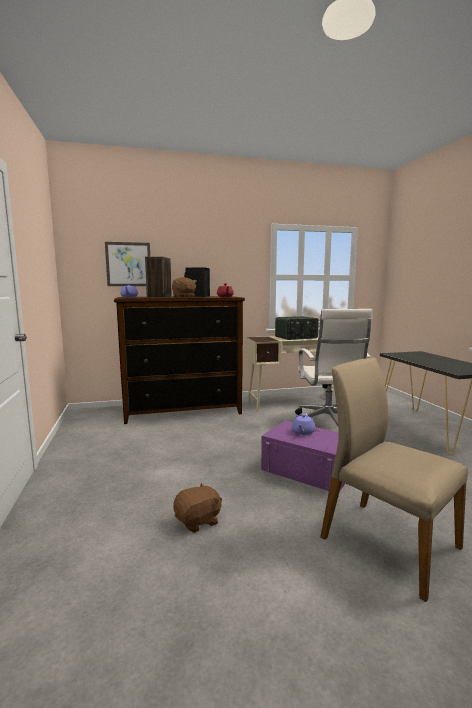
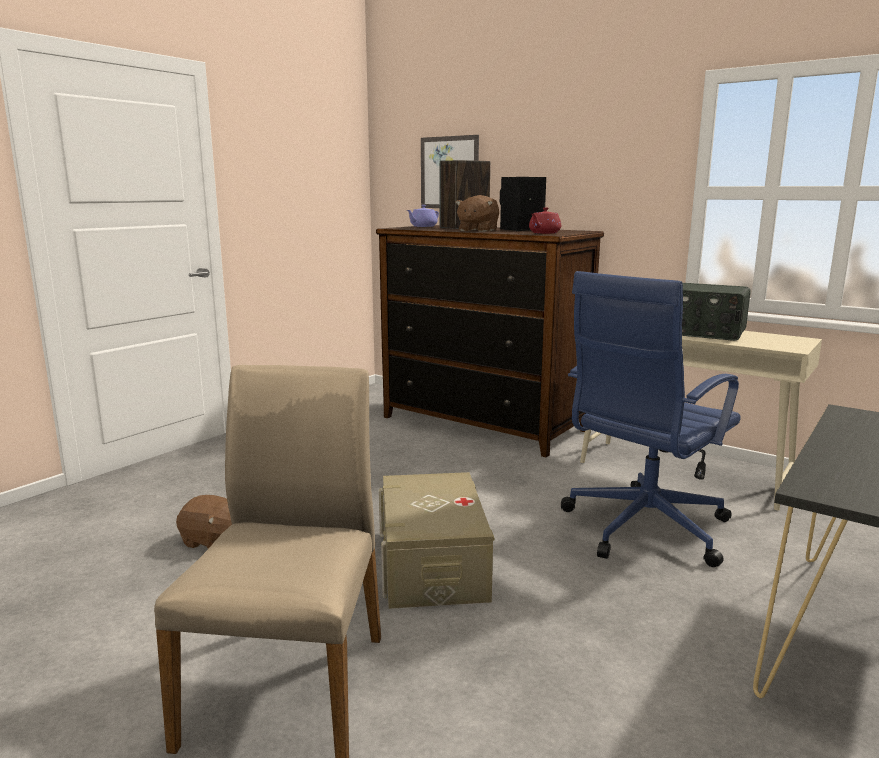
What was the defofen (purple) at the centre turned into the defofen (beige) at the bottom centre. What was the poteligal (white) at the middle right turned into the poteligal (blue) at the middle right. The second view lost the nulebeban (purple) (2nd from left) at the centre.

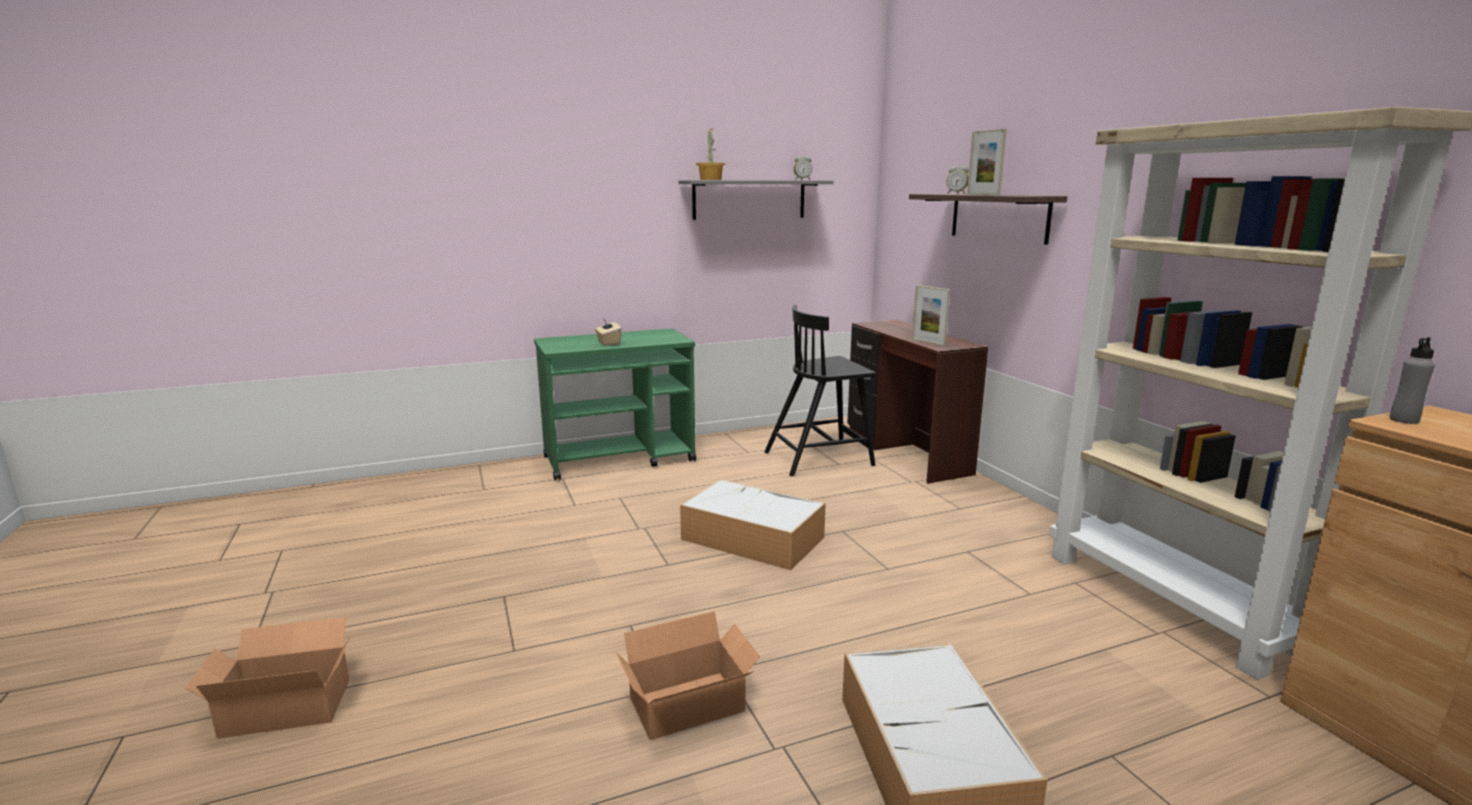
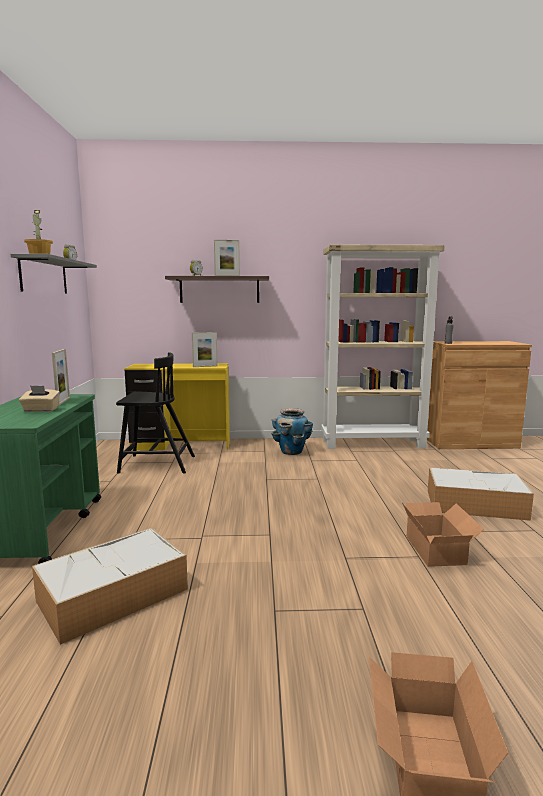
The defofen (1st from left) ended up elsewhere, having gone from the centre to the bottom left. The second view gained the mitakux (1st from left) at the middle left. The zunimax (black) at the centre ended up facing another way, 90 degrees counterclockwise from before. What was the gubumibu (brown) at the centre turned into the gubumibu (yellow) at the middle left. The second view gained the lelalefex at the centre.

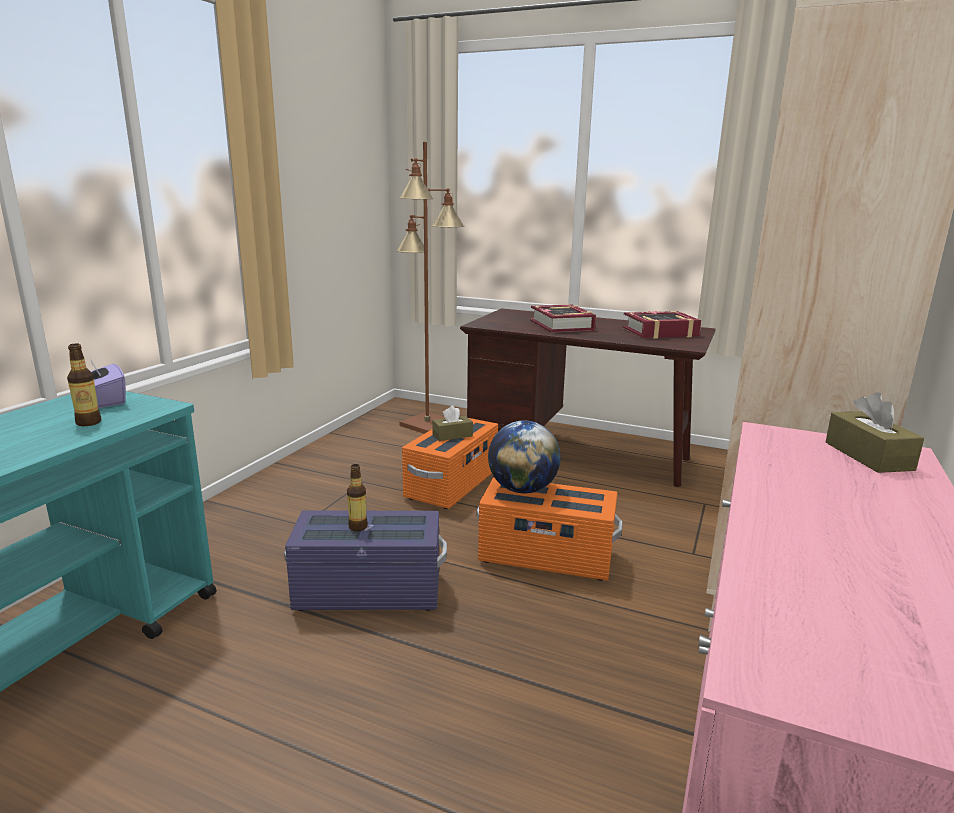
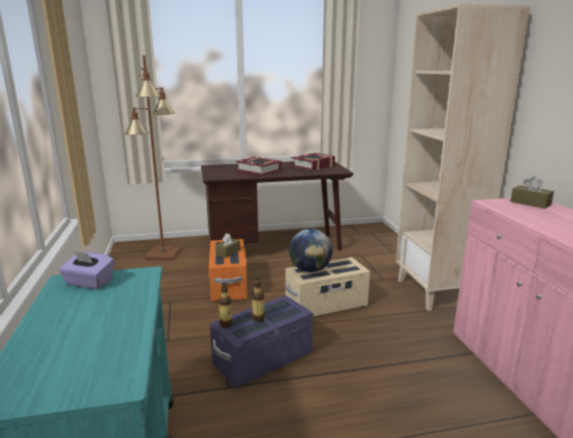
The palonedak (1st from left) ended up elsewhere, having gone from the middle left to the bottom centre. What was the defofen (orange) (2nd from left) at the centre turned into the defofen (beige) at the centre.

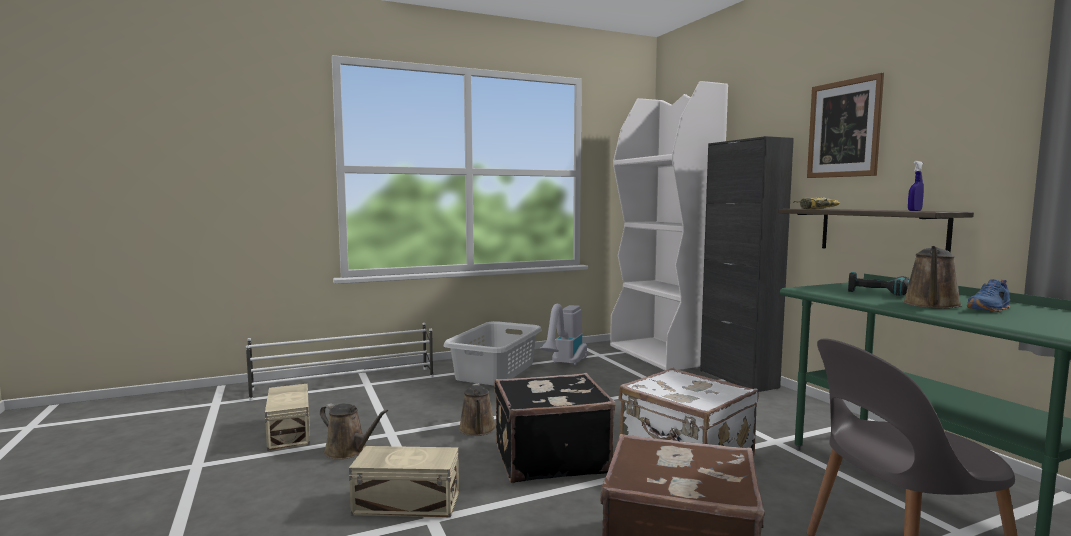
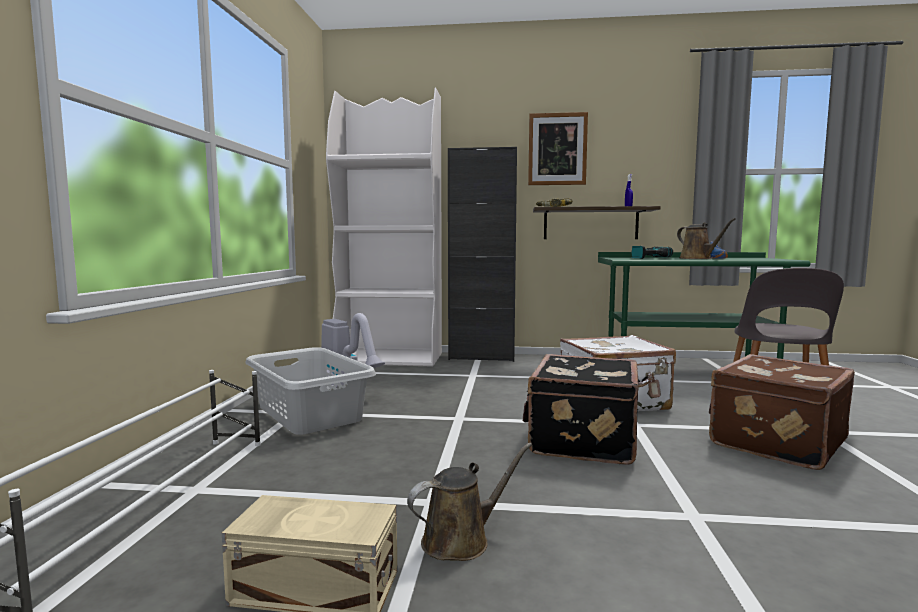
The second view lost the defofen (beige) (2nd from left) at the bottom centre. The second view lost the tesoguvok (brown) (2nd from left) at the bottom centre.

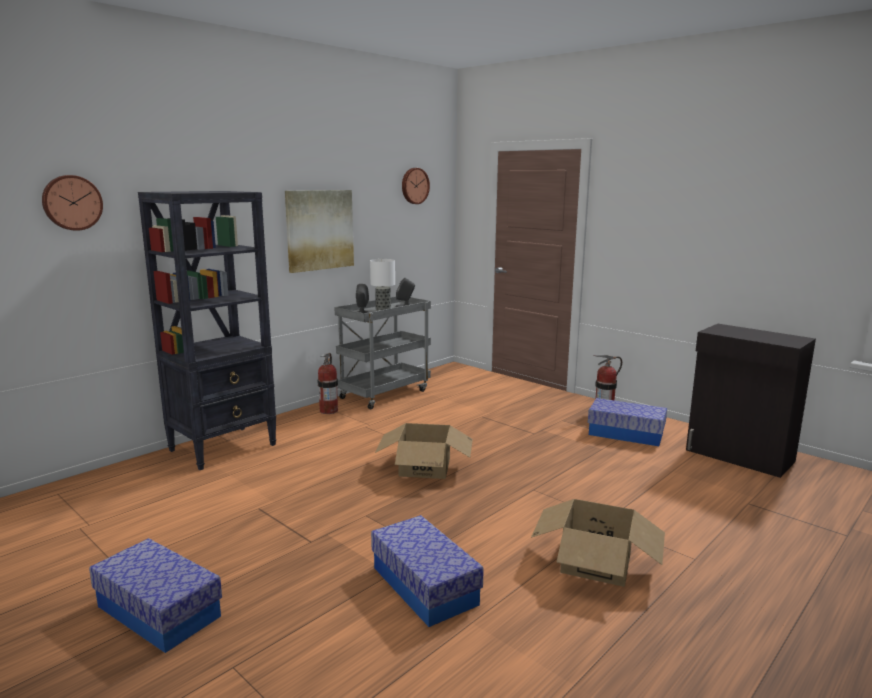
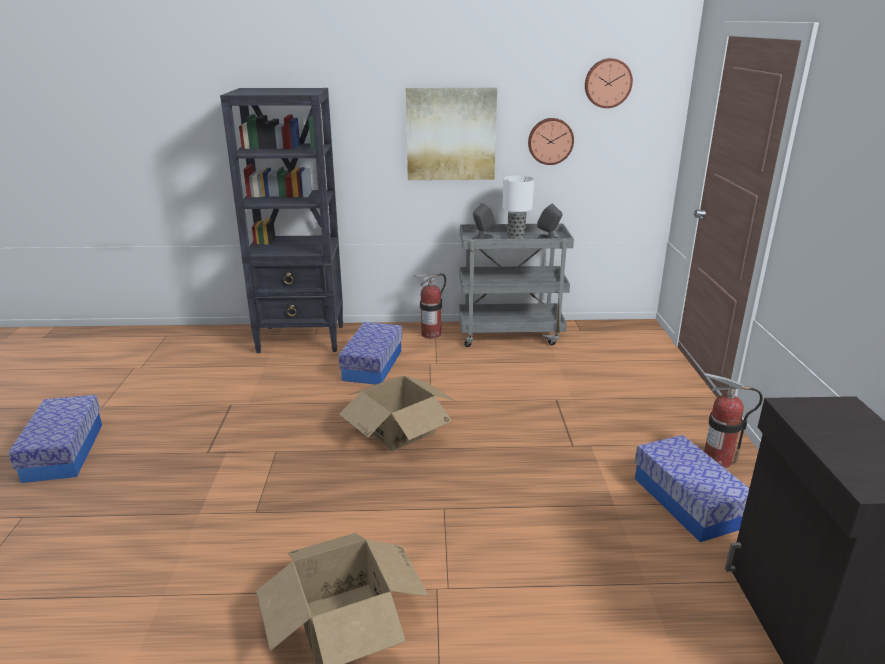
The defofen (2nd from left) ended up elsewhere, having gone from the bottom centre to the centre. The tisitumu (1st from left) ended up elsewhere, having gone from the top left to the top centre.

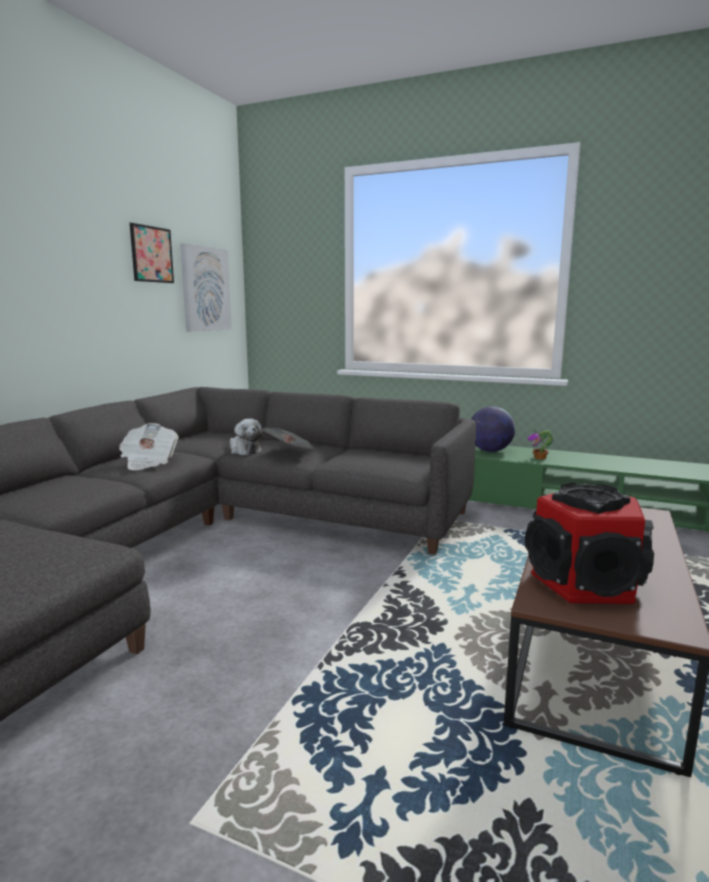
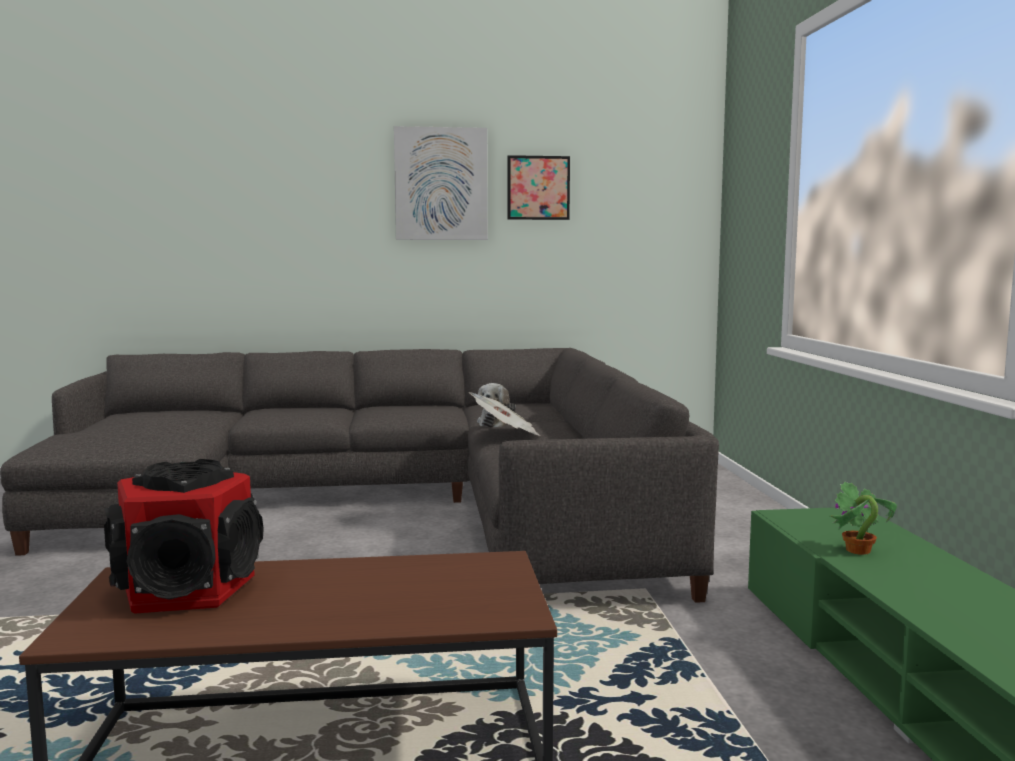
The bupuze (2nd from left in the first image) ended up elsewhere, having gone from the top left to the top centre. The second view lost the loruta (1st from left) at the middle left. The second view lost the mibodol at the middle right.

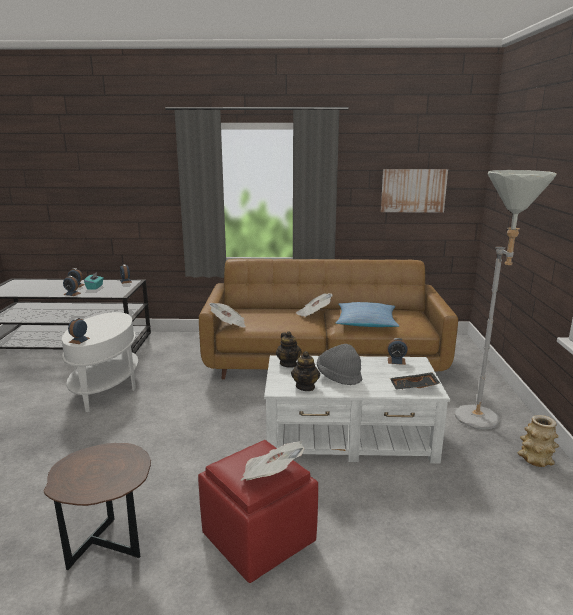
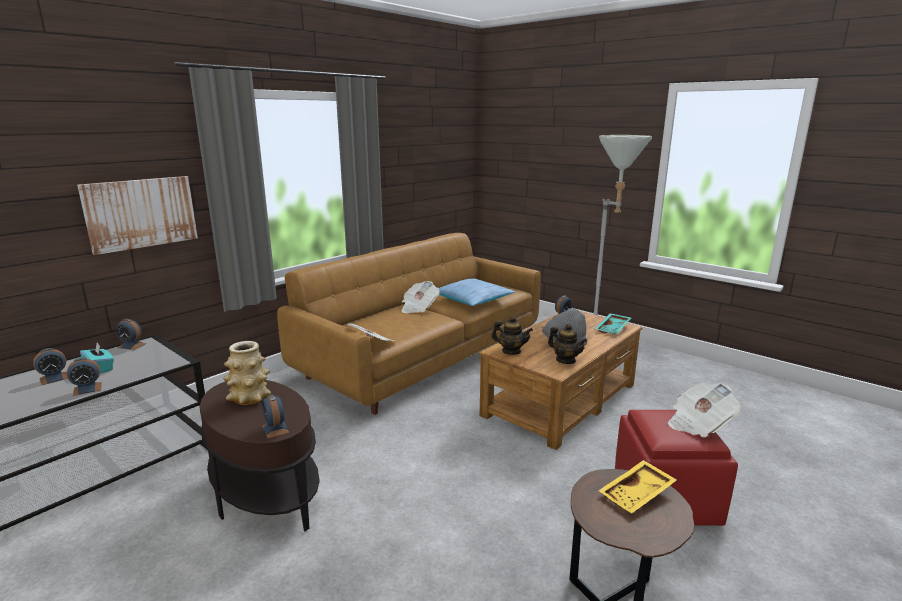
The bupuze ended up elsewhere, having gone from the top right to the middle left. What was the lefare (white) at the middle left turned into the lefare (brown) (1st from left) at the bottom left. The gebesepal ended up elsewhere, having gone from the bottom right to the middle left. What was the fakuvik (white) at the centre turned into the fakuvik (brown) at the centre. What was the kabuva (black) at the middle right turned into the kabuva (turquoise) at the middle right. The second view gained the kabuva (yellow) at the bottom right.

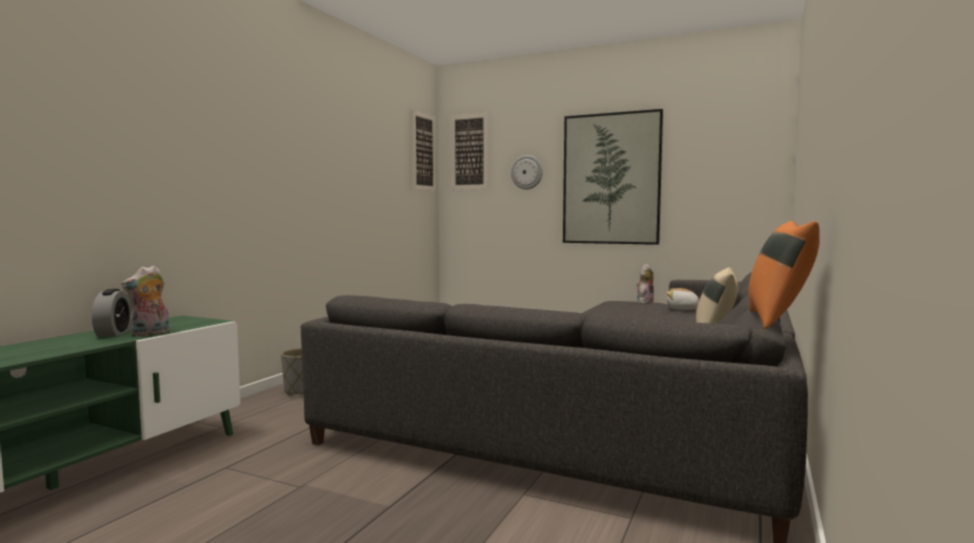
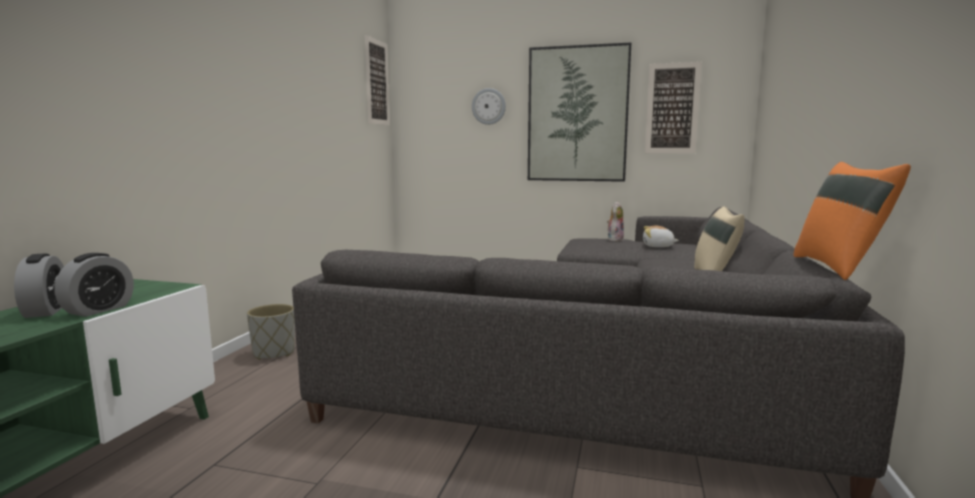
Where the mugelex (1st from left) stood at the middle left, the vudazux (2nd from left) came to stand at the middle left. The bupuze (2nd from left in the first image) ended up elsewhere, having gone from the top centre to the top right.

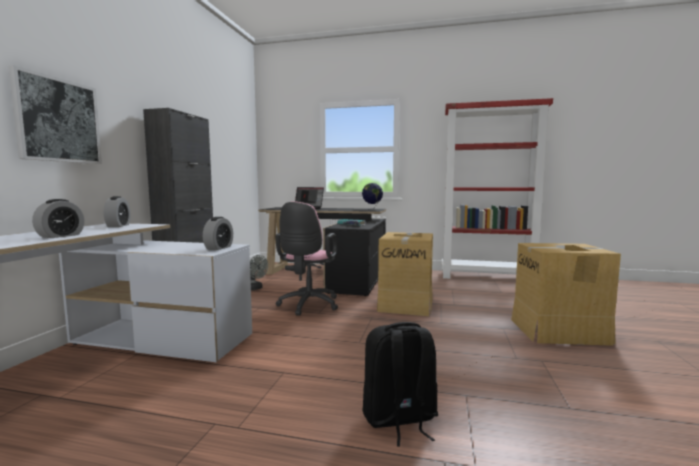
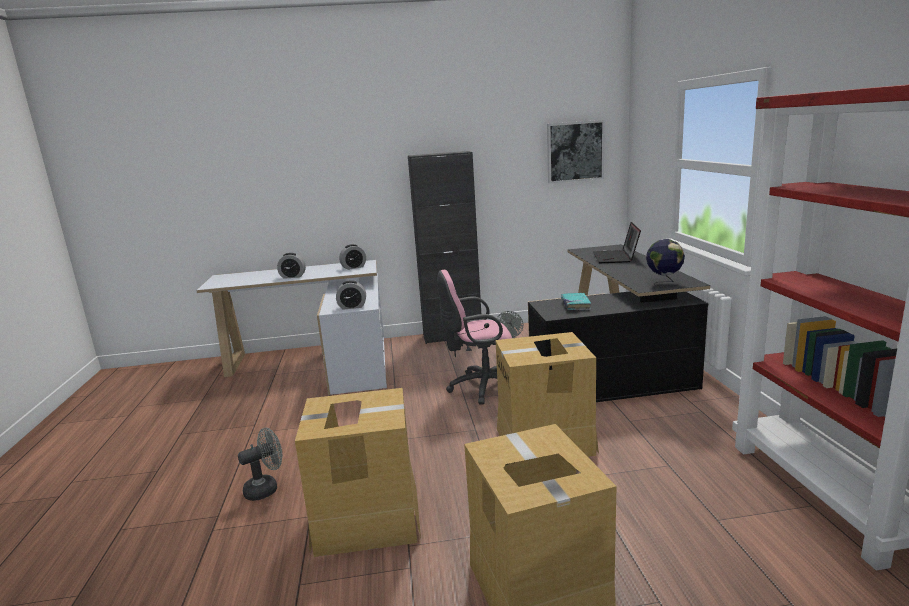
Where the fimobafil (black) stood at the bottom centre, the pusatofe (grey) (1st from left) came to stand at the bottom left. The second view gained the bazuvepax (1st from left) at the bottom centre. The bupuze ended up elsewhere, having gone from the top left to the top centre.

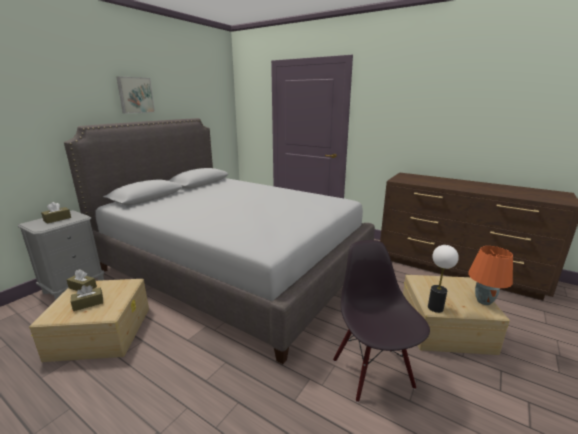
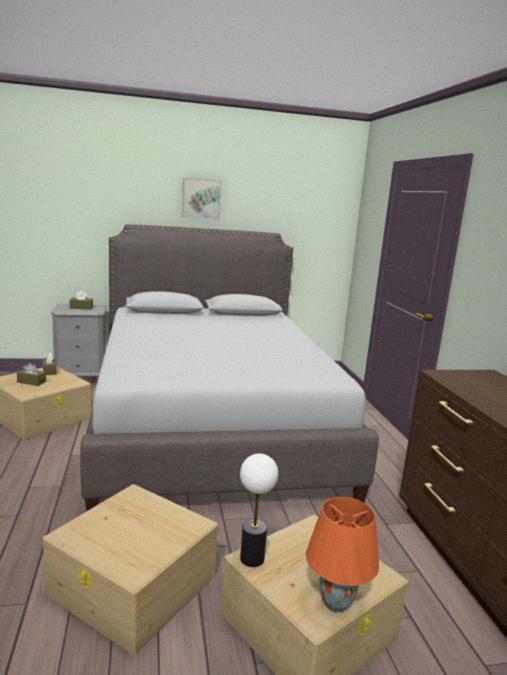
Where the zunimax (black) stood at the bottom centre, the defofen (beige) (2nd from left) came to stand at the bottom left.

